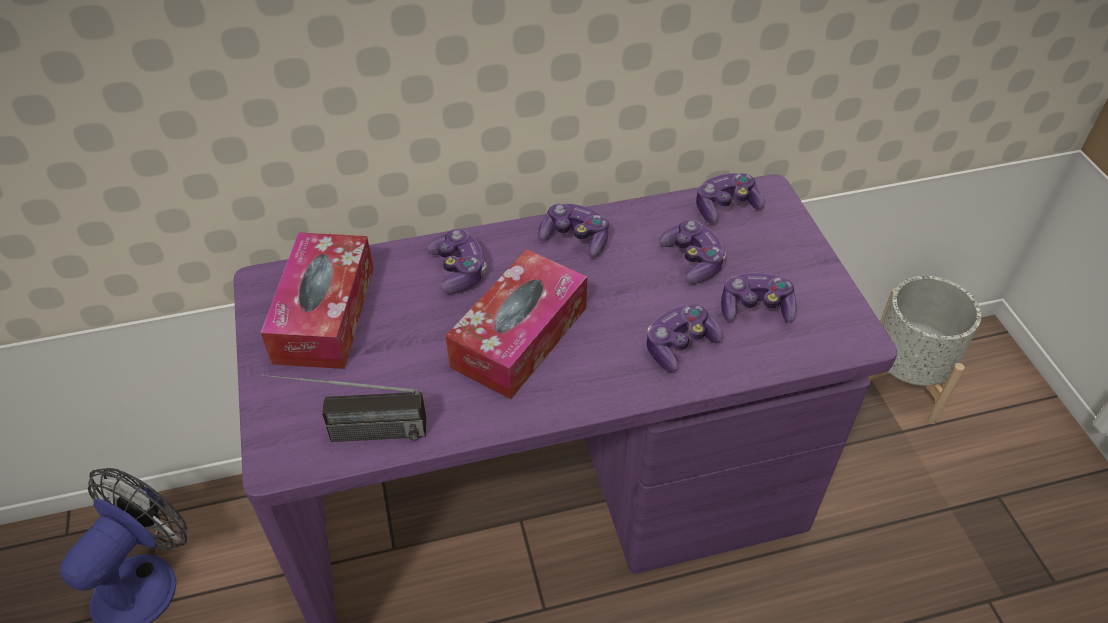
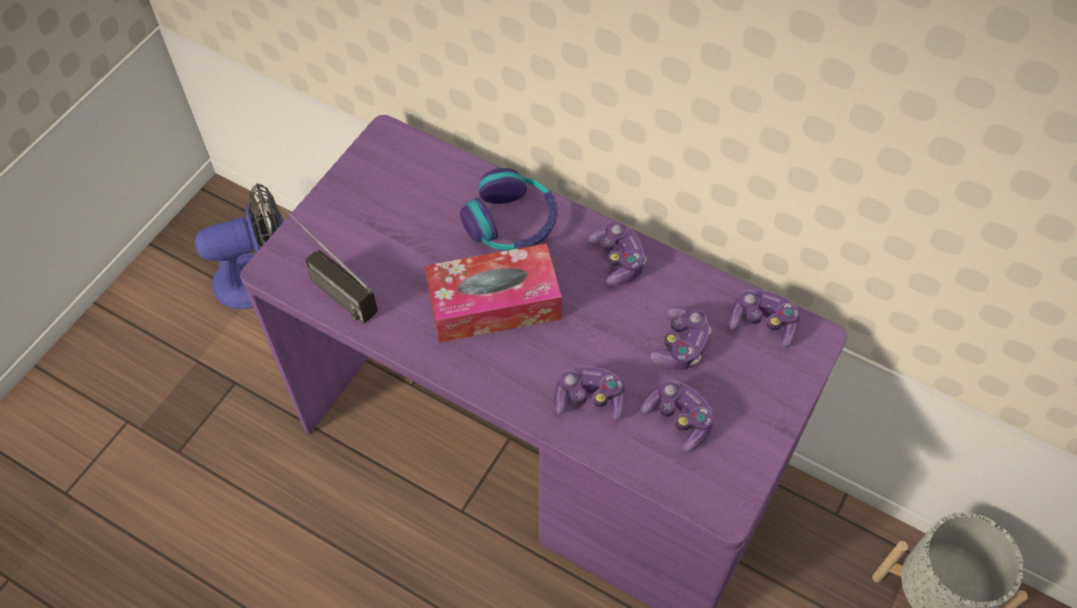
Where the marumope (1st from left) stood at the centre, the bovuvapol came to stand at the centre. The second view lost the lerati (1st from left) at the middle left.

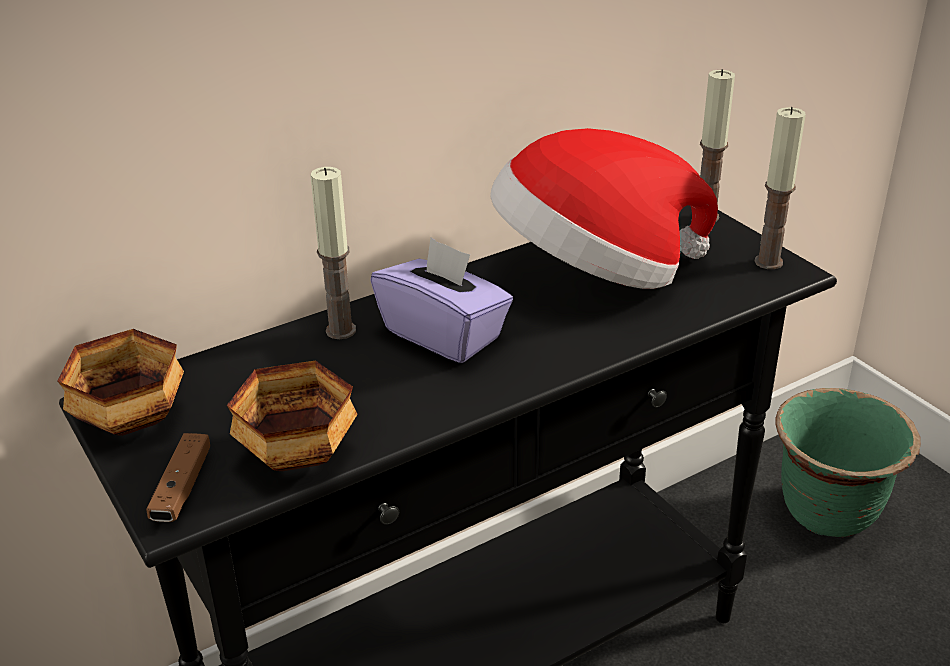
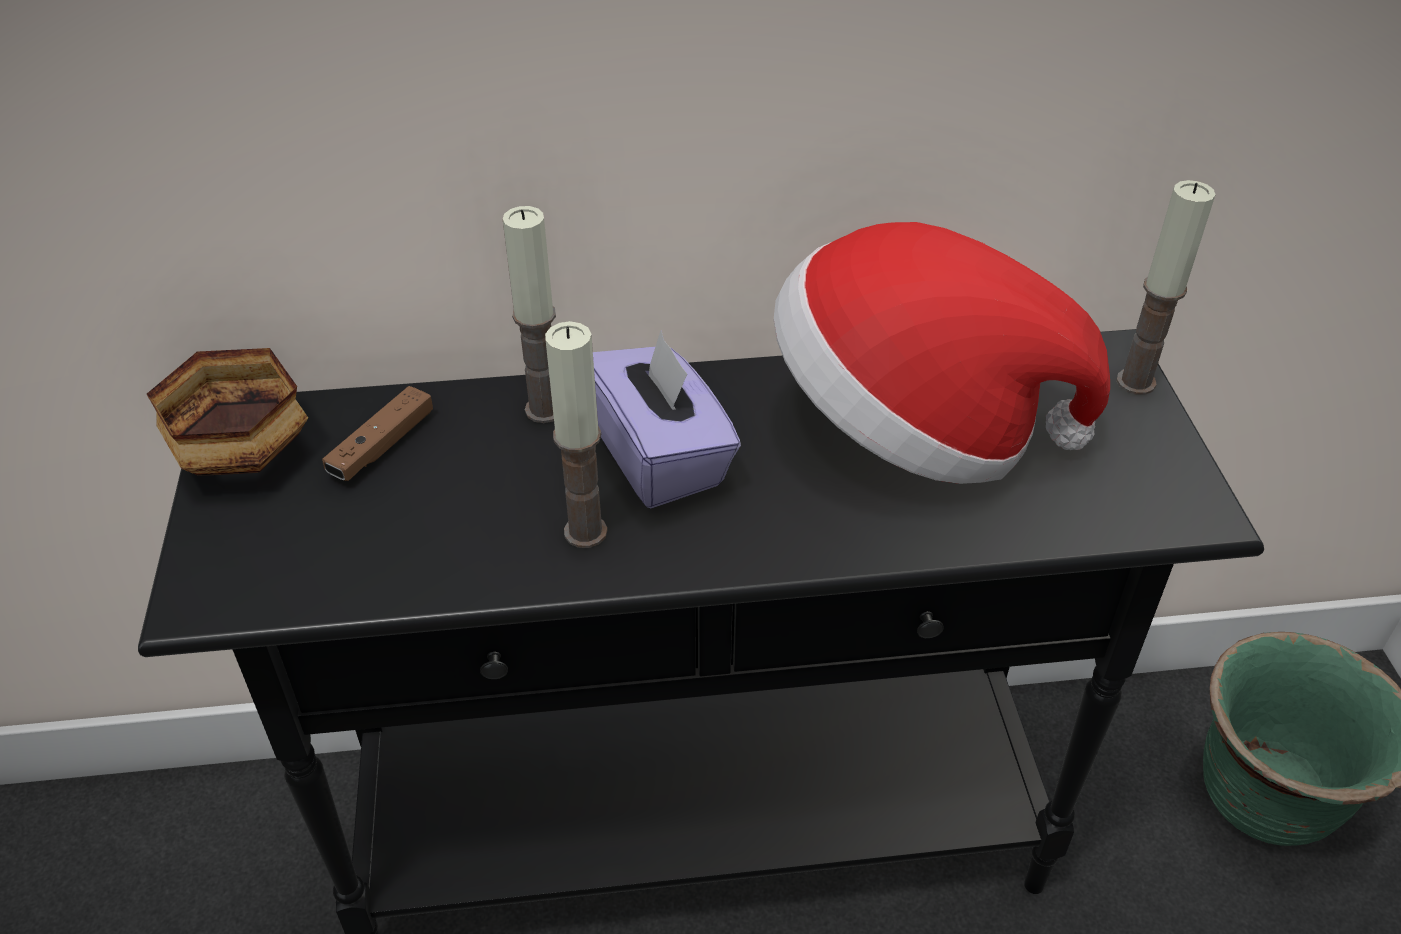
The marumope (brown) ended up elsewhere, having gone from the bottom left to the middle left. The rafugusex (3rd from left in the first image) ended up elsewhere, having gone from the top right to the centre. The second view lost the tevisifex (2nd from left) at the middle left.

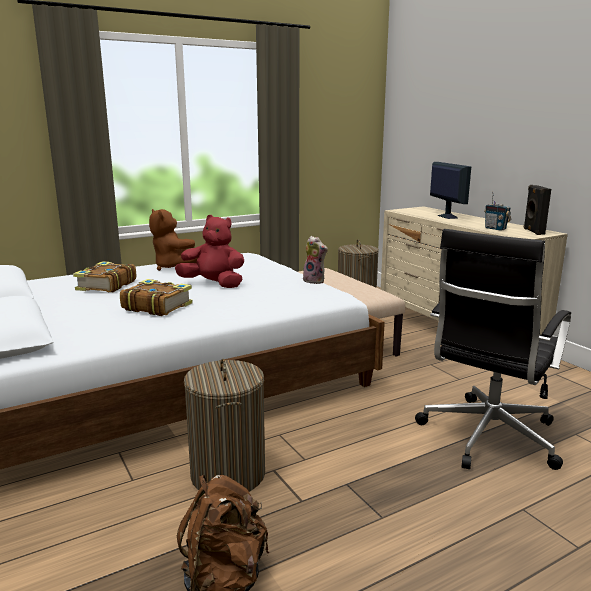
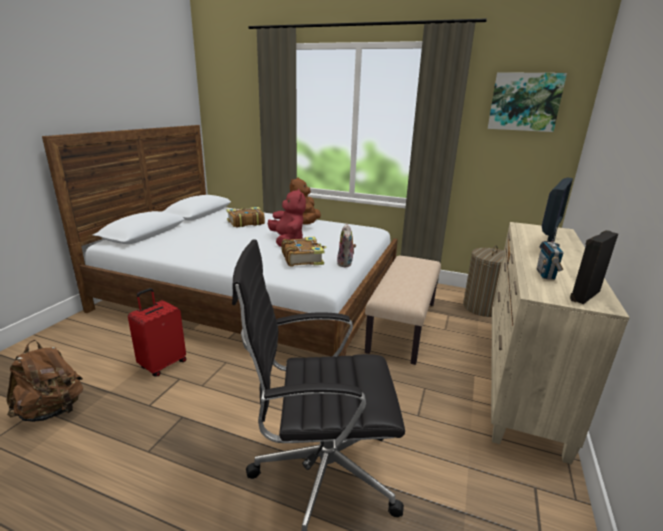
Where the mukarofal (1st from left) stood at the bottom centre, the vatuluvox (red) came to stand at the middle left. The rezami (2nd from left) ended up elsewhere, having gone from the middle left to the centre. The second view gained the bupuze at the top right.

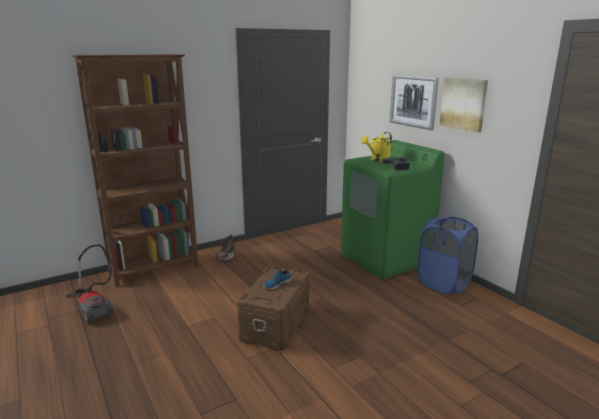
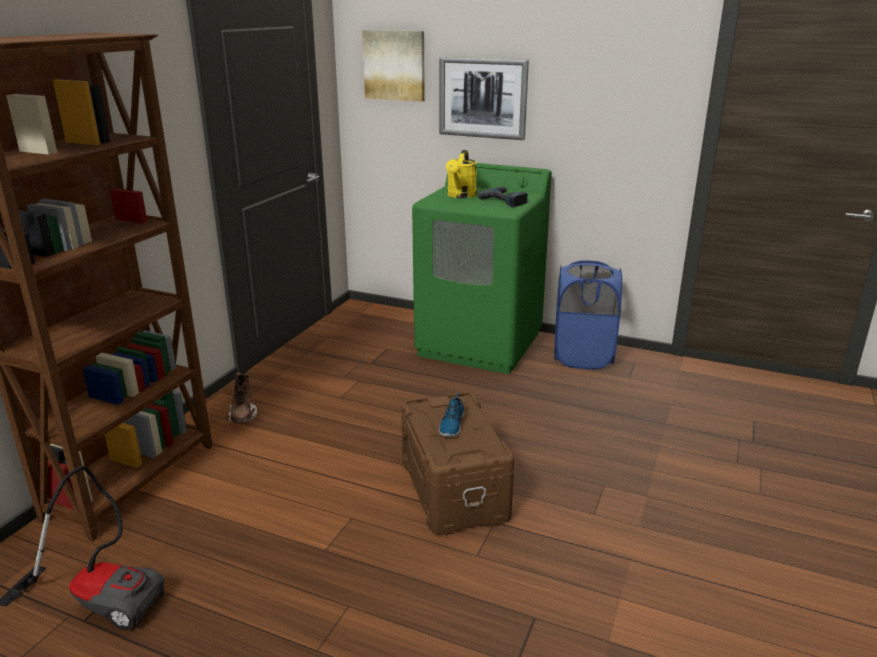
The bupuze (2nd from left in the first image) ended up elsewhere, having gone from the top right to the top centre.

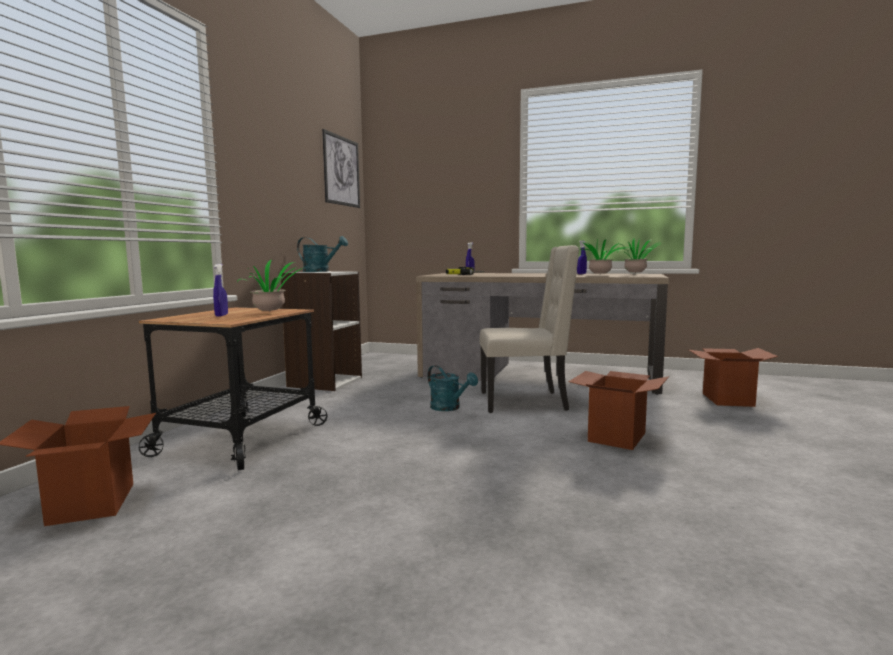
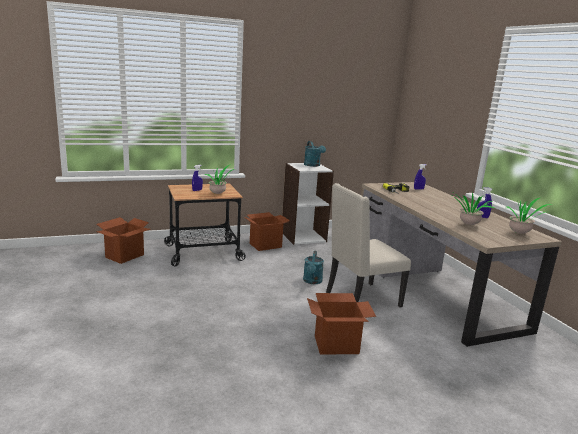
The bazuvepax (3rd from left in the first image) ended up elsewhere, having gone from the middle right to the centre. The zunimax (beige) at the centre ended up facing another way, 105 degrees clockwise from before. The second view lost the bupuze at the top centre.

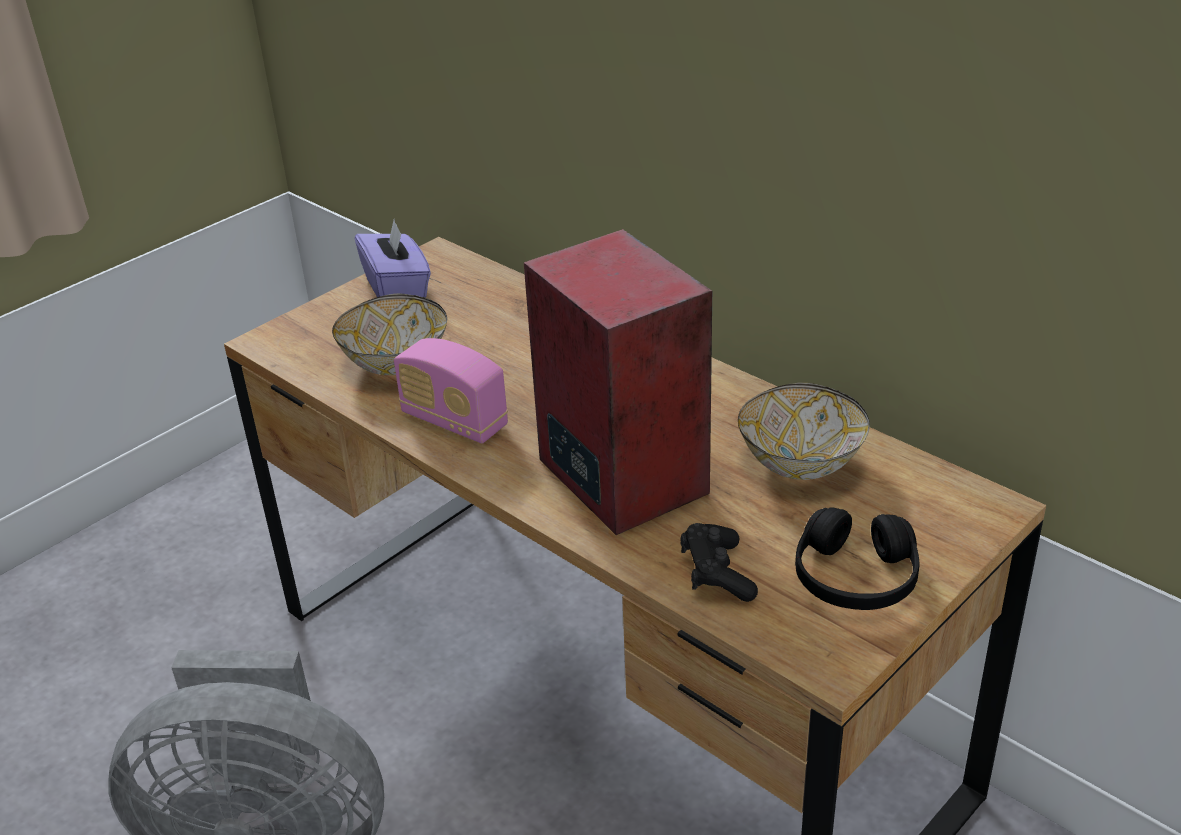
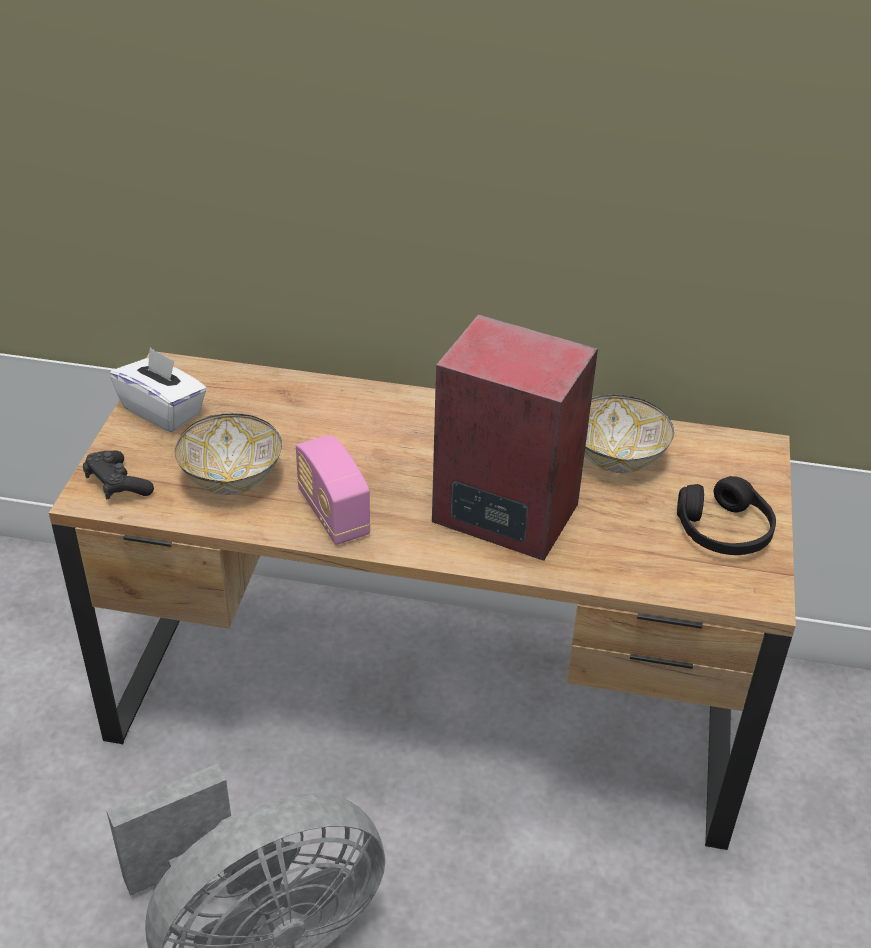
The marumope (black) ended up elsewhere, having gone from the bottom centre to the middle left. What was the lerati (purple) at the top left turned into the lerati (white) at the middle left. The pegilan at the centre ended up facing another way, 60 degrees clockwise from before.

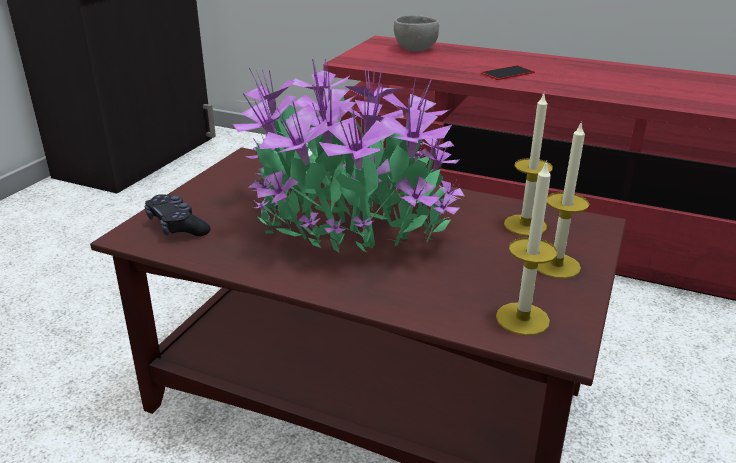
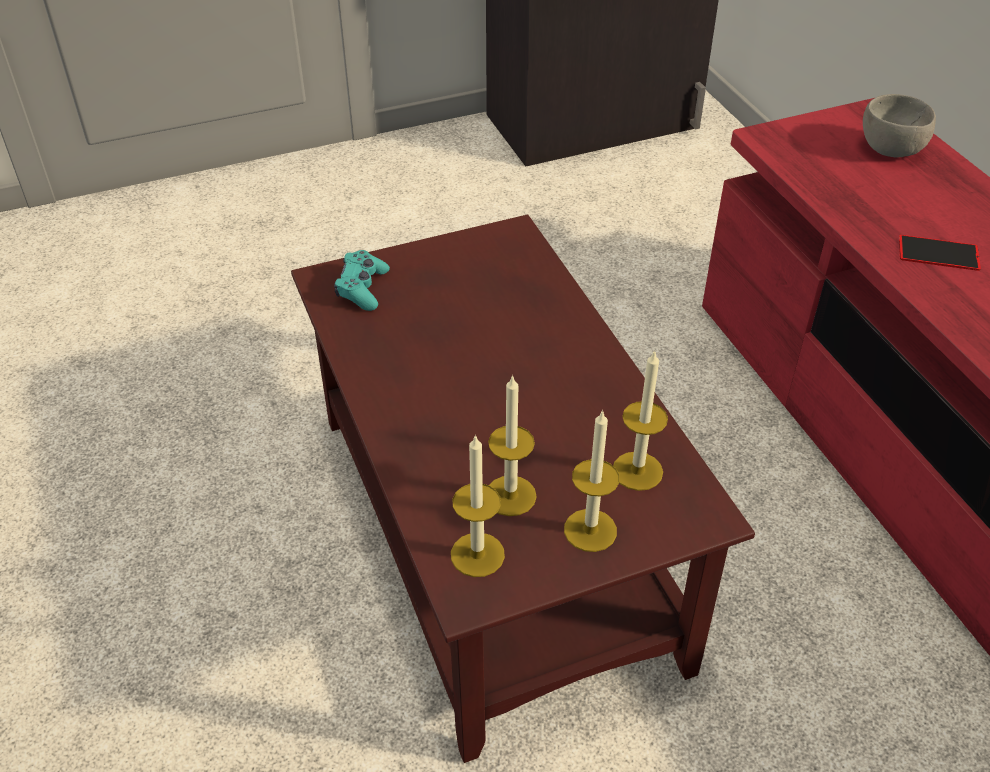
What was the marumope (black) at the middle left turned into the marumope (turquoise) at the centre. The second view gained the rafugusex (2nd from left) at the centre. The second view lost the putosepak at the centre.

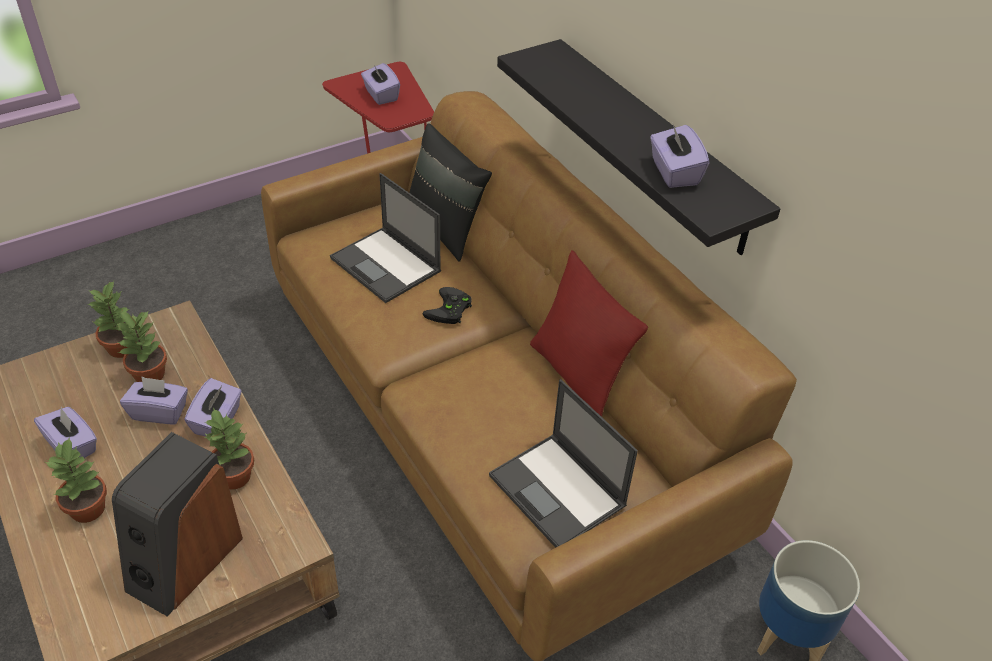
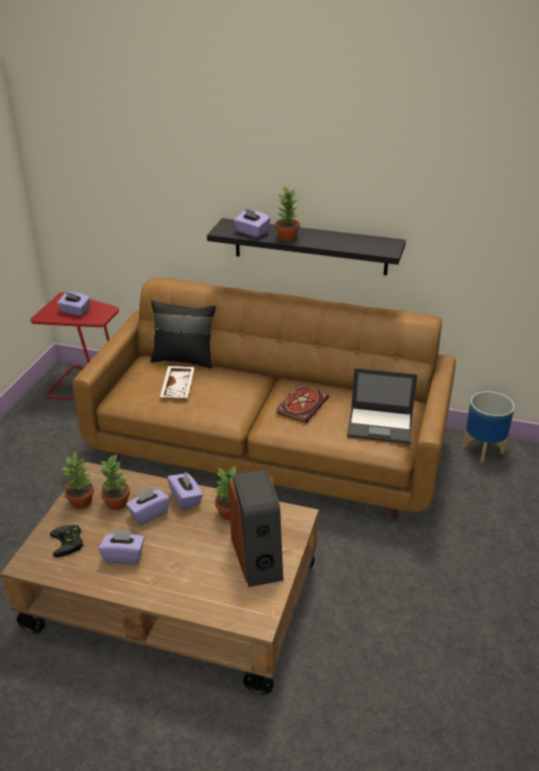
The marumope (black) ended up elsewhere, having gone from the centre to the bottom left. Where the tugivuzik (1st from left) stood at the centre, the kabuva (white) came to stand at the middle left. The lerati (purple) (5th from left) ended up elsewhere, having gone from the top right to the top centre. The putosepak (1st from left in the first image) ended up elsewhere, having gone from the bottom left to the top centre. The second view gained the rezami at the centre. The second view lost the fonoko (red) at the centre.

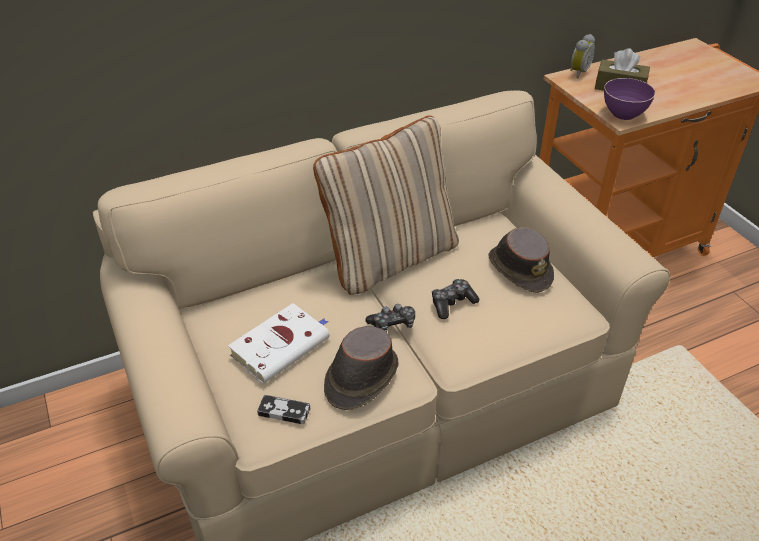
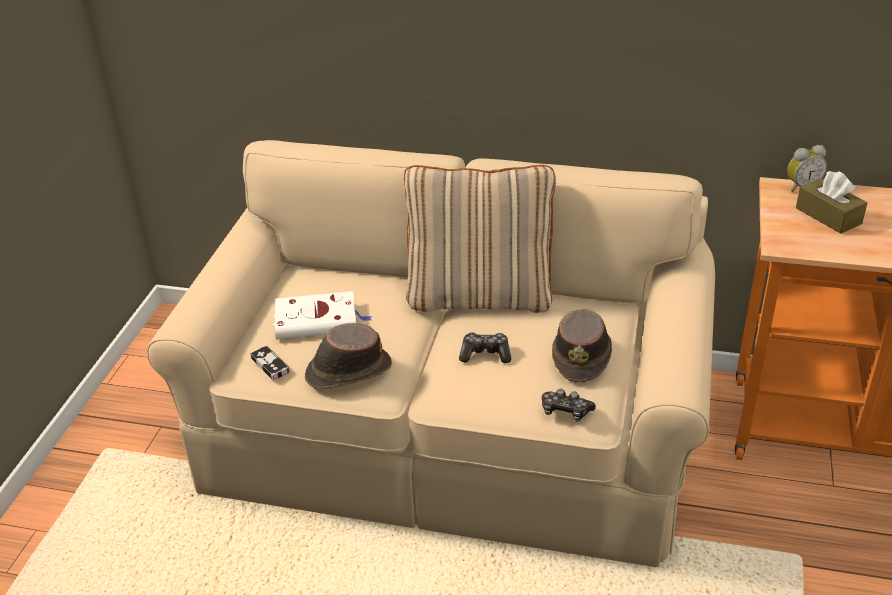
The marumope (2nd from left in the first image) ended up elsewhere, having gone from the centre to the bottom centre. The second view lost the tevisifex (purple) at the top right.

